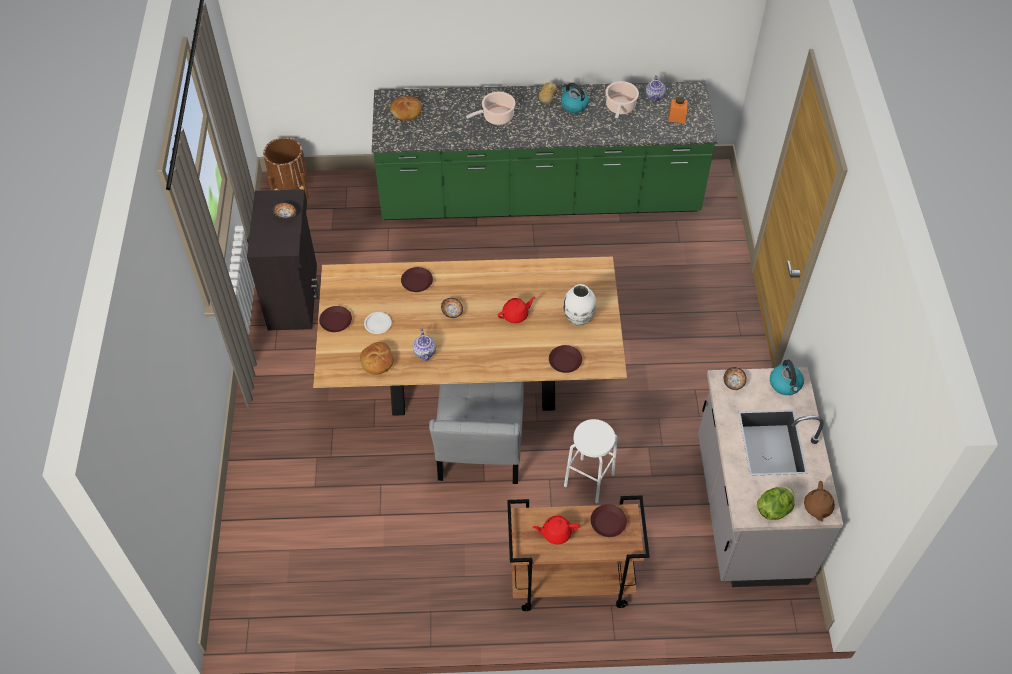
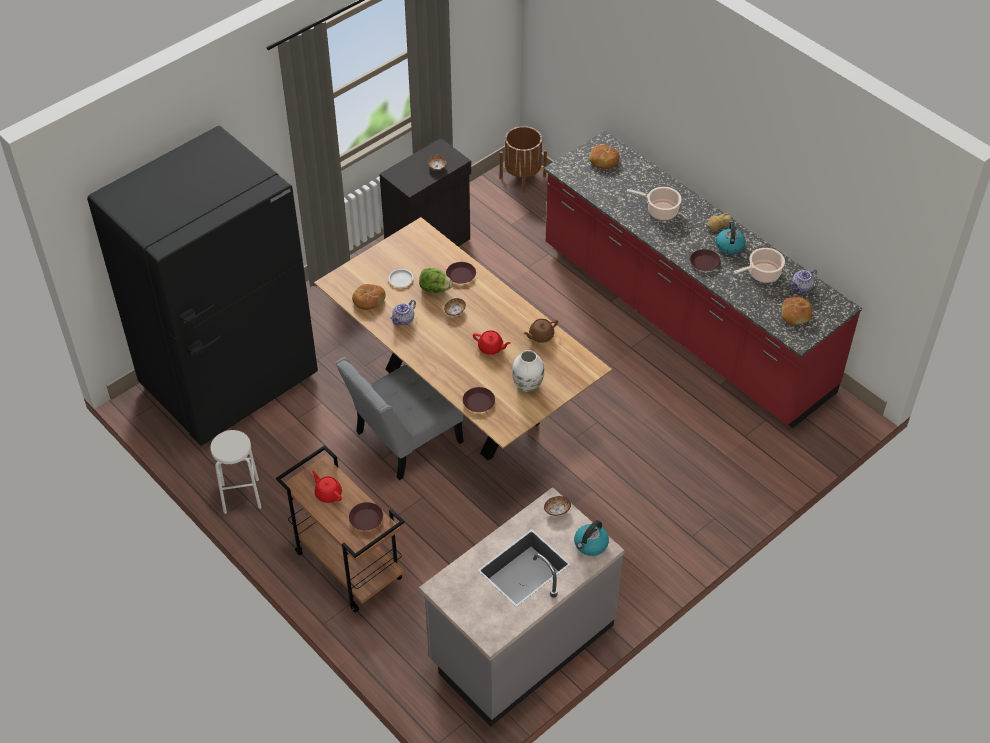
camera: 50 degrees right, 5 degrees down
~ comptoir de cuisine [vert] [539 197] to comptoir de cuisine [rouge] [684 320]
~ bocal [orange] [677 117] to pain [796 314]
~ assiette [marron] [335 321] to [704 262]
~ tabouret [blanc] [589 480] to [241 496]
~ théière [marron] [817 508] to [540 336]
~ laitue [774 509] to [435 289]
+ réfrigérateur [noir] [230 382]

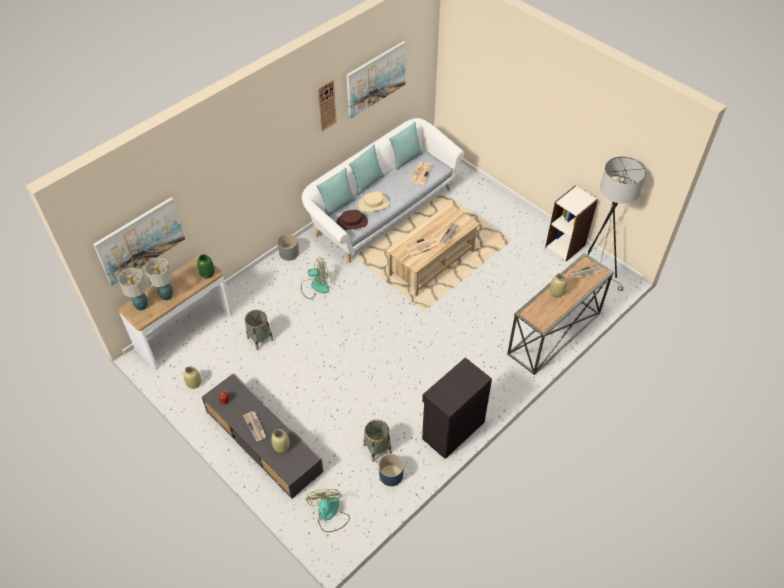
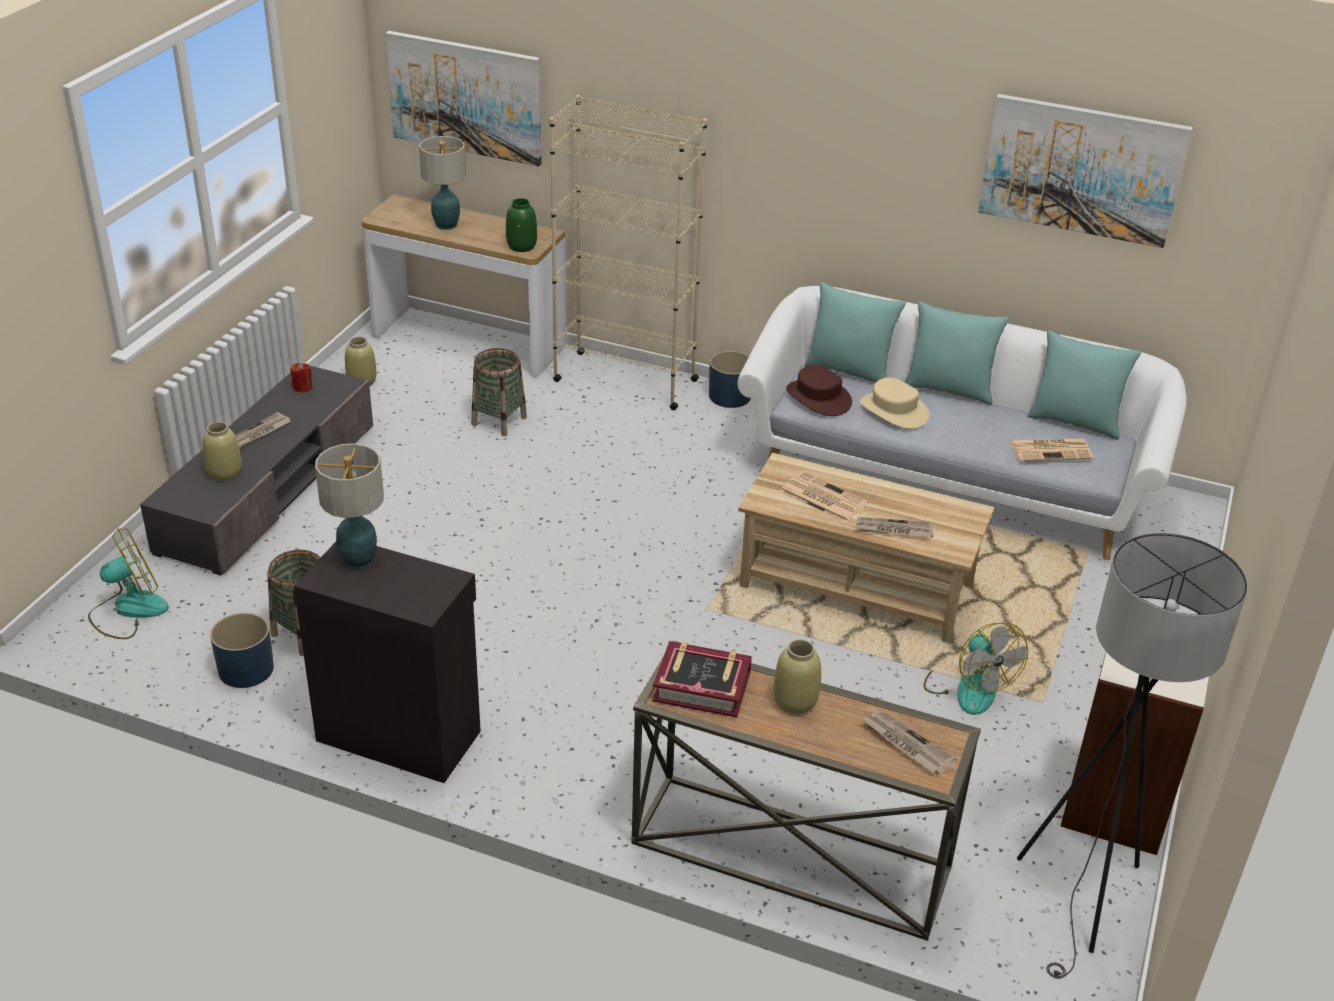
camera: 65 degrees right, 15 degrees down
- horloge murale [326 105]
~ cache-pot [gris] [289 253] to cache-pot [bleu] [730 396]
~ ventilateur [315 286] to [968 686]
~ lampe de table [141 306] to [358 559]
+ bibliothèque [beige] [625 380]
+ livre [702 686]

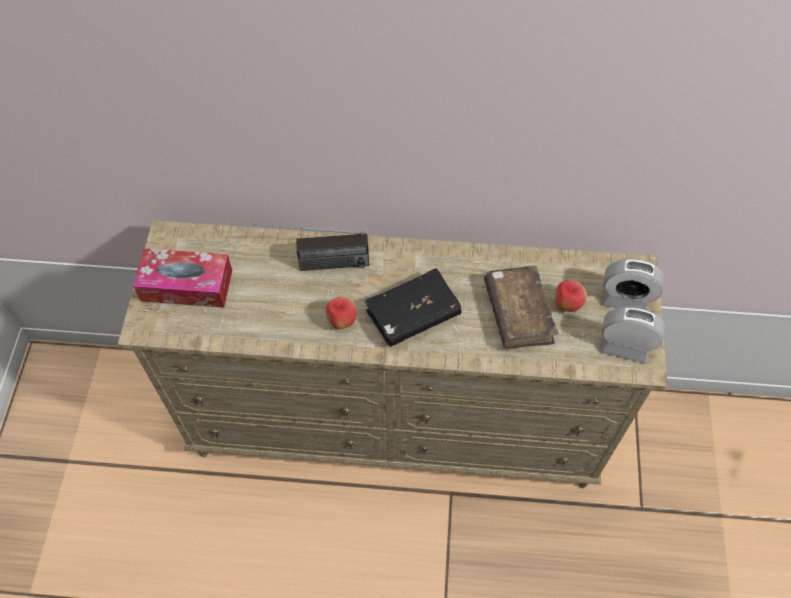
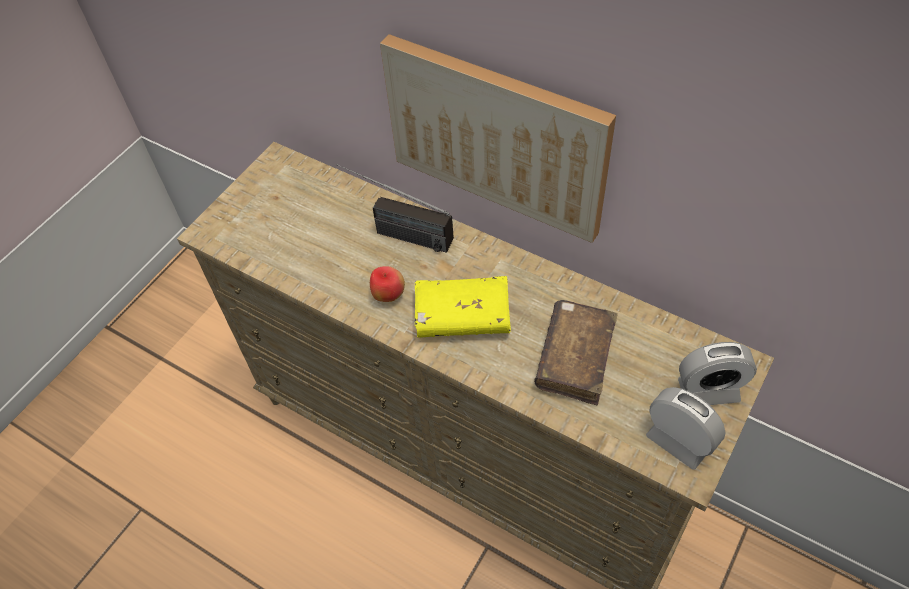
camera: 30 degrees right, 5 degrees down
- boîte à mouchoirs [186 285]
~ réveil [625 299] = [708 390] 45 degrees counterclockwise
~ livre [noir] [413 314] to livre [jaune] [462 316]
- pomme [567 305]
+ tableau [497 136]

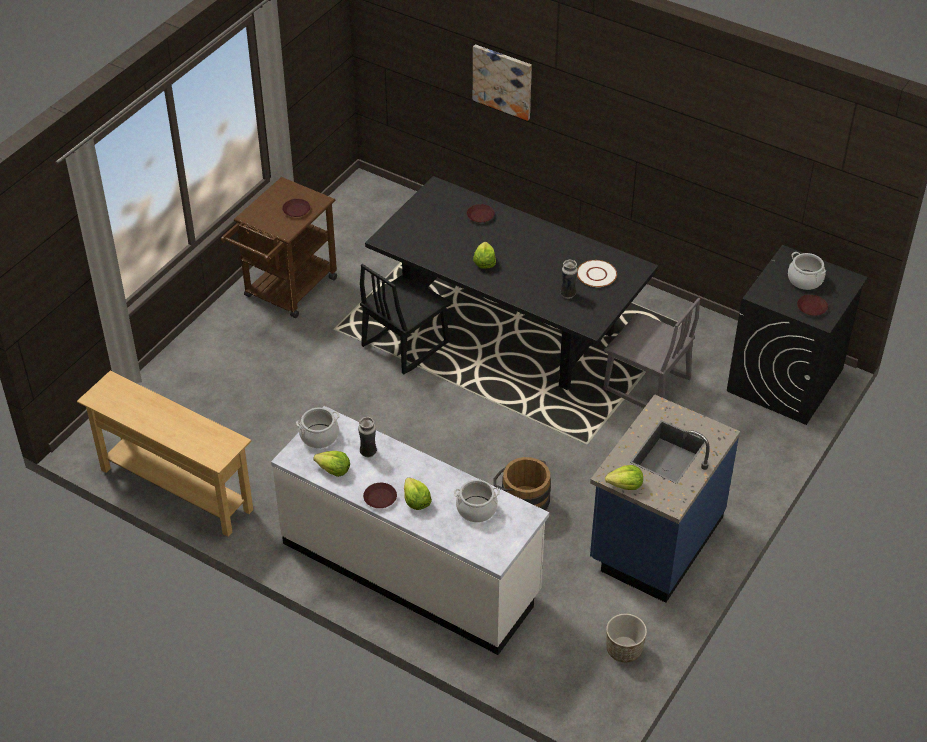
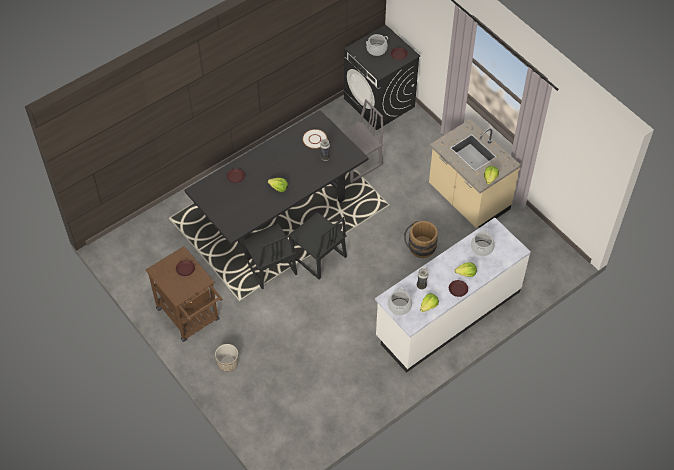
camera: 70 degrees left, 10 degrees up
- tableau [503 81]
- table console [beige] [175 490]
~ comptoir de cuisine [bleu] [655 540] to comptoir de cuisine [beige] [468 199]
~ cache-pot [624 649] to [228 363]
+ chaise [noir] [318 257]

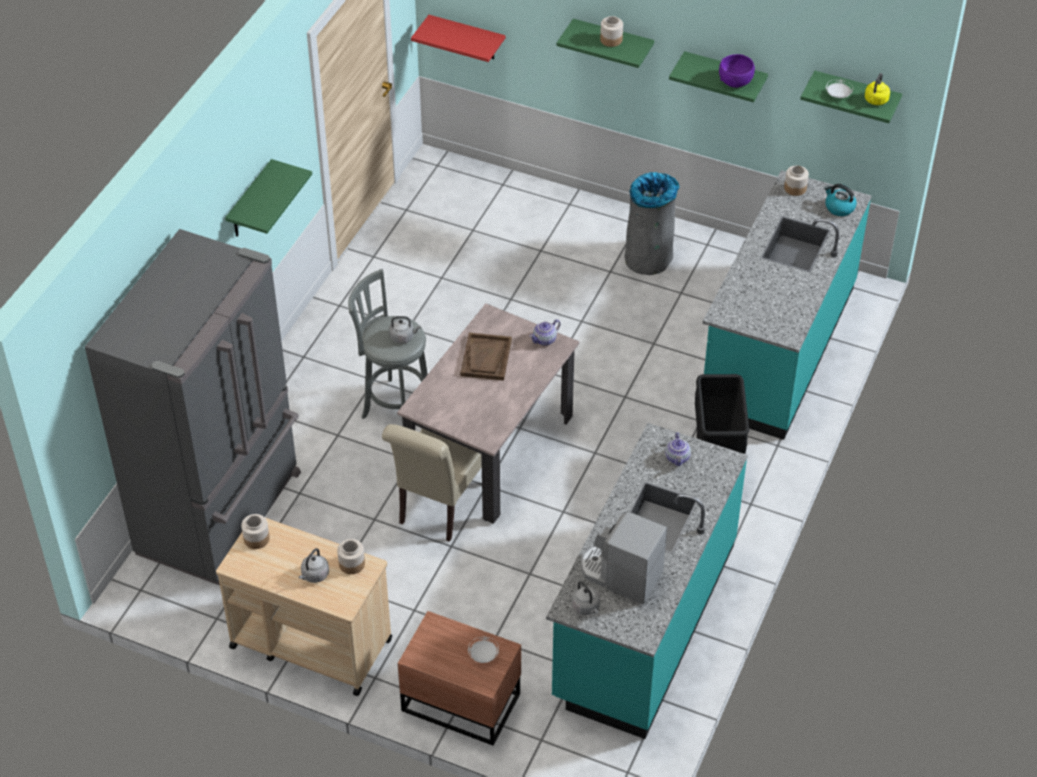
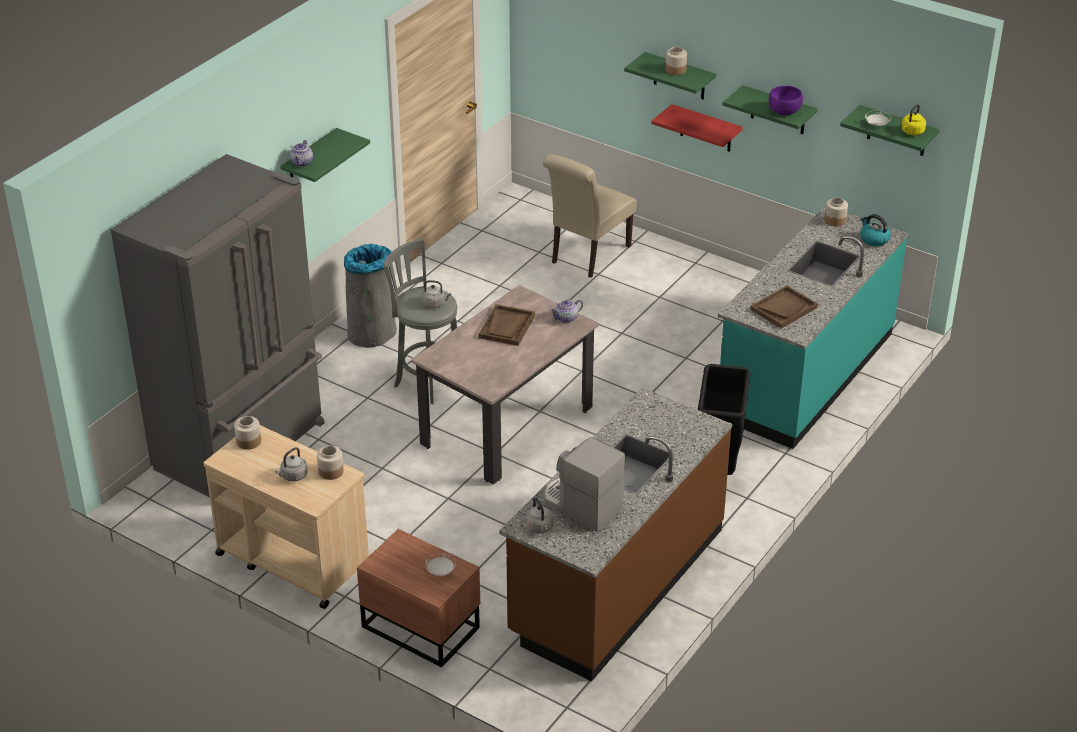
camera: 10 degrees right, 10 degrees down
~ étagère [rouge] [467 38] to [706 129]
~ poubelle [gris] [649 257] to [372 332]
~ comptoir de cuisine [turquoise] [643 621] to comptoir de cuisine [marron] [616 582]
~ chaise [beige] [440 507] to [587 256]
~ théière [677 458] to [302 163]
+ plateau [marron] [783 308]

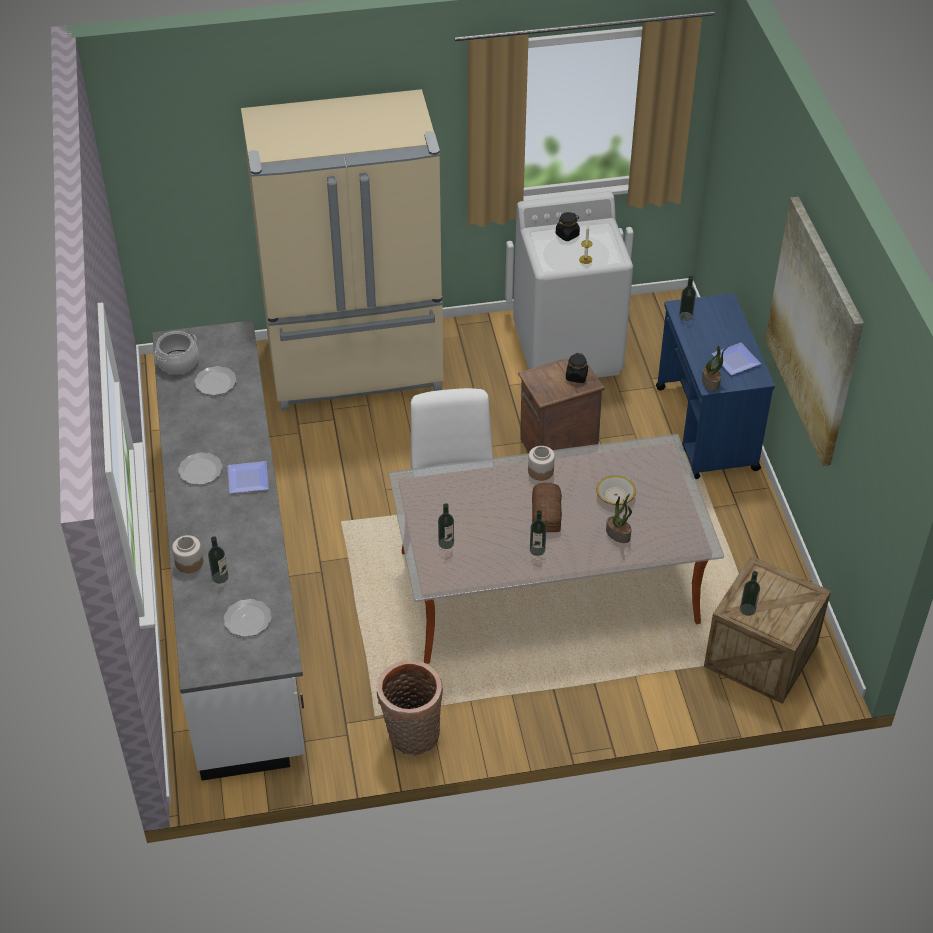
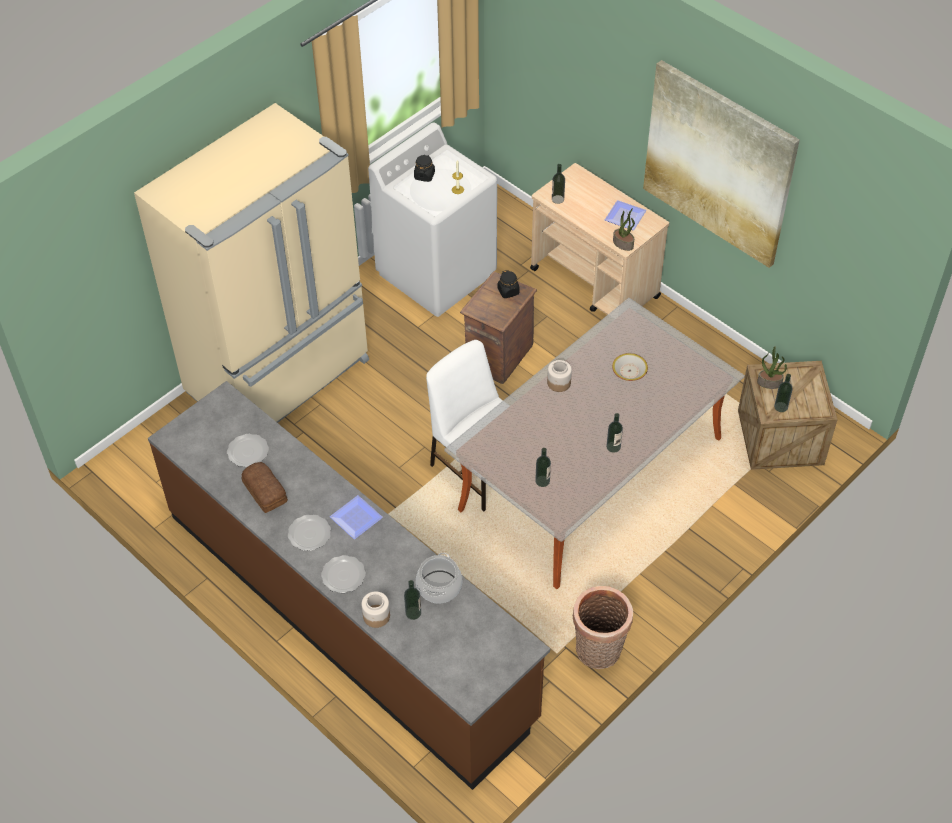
camera: 35 degrees left, 5 degrees up
~ chariot [bleu] [706 429] to chariot [beige] [595 284]
~ comptoir de cuisine [blanc] [235 582] to comptoir de cuisine [marron] [349 614]
~ marmite [178 362] to [439 587]
~ pain [547 513] to [265 491]
~ plante en pot [618 534] to [769 382]
~ assiette [247 619] to [342 575]

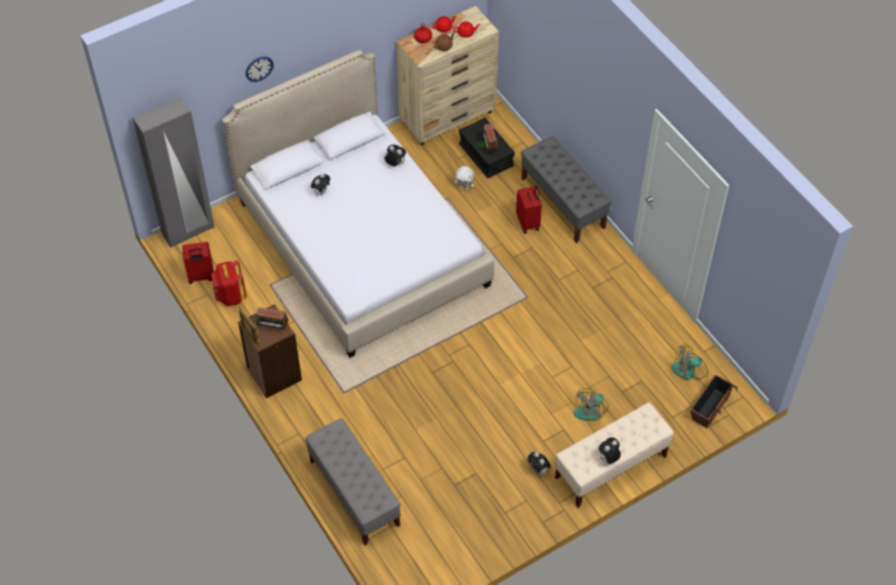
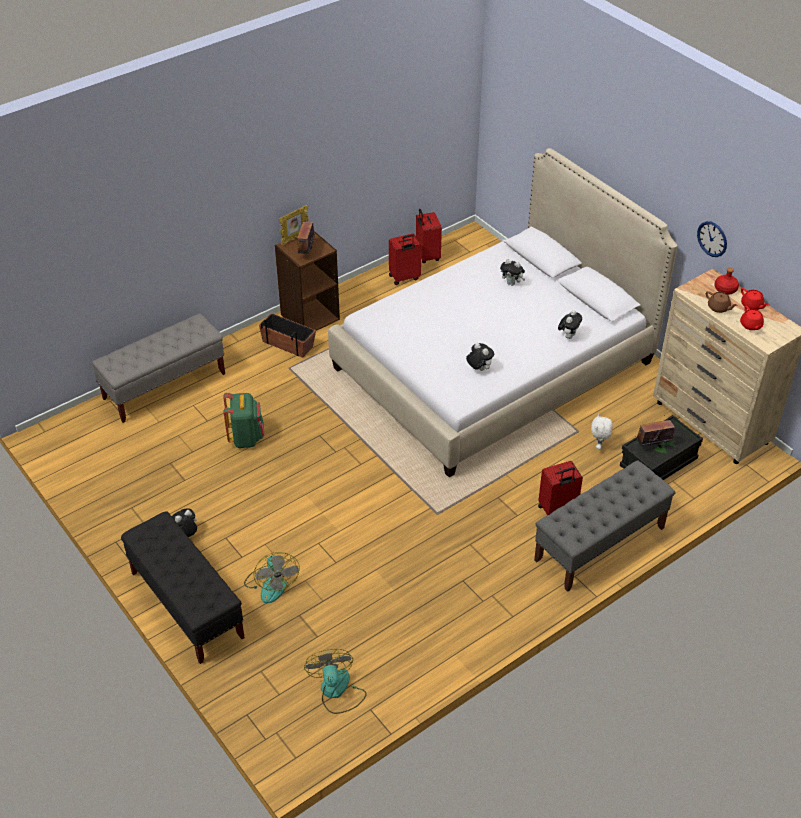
camera: 85 degrees right, 10 degrees down
~ horloge murale [259 69] to [712 239]
- armoire [gris] [188 231]
~ sac à dos [rouge] [230 296] to valise [rouge] [404 278]
~ cache-pot [710 407] to [288 344]
~ ventilateur [591 409] = [271 583] 150 degrees counterclockwise
~ banc [beige] [610 467] to banc [noir] [186 605]
~ peluche [608 458] to [479 369]
+ sac à dos [vert] [246 438]

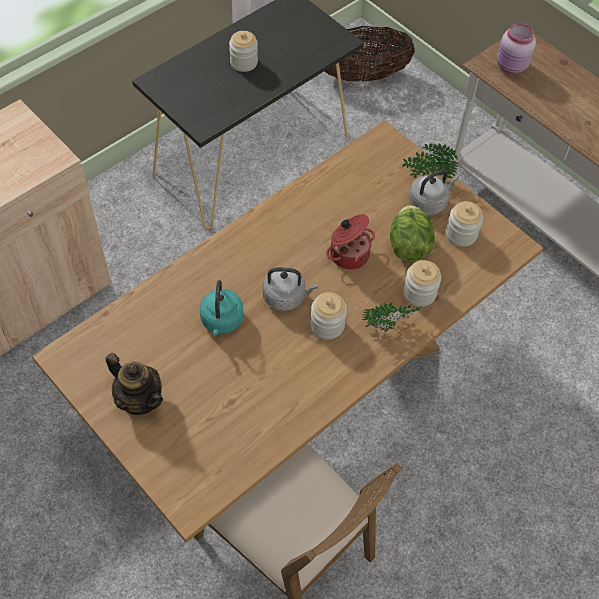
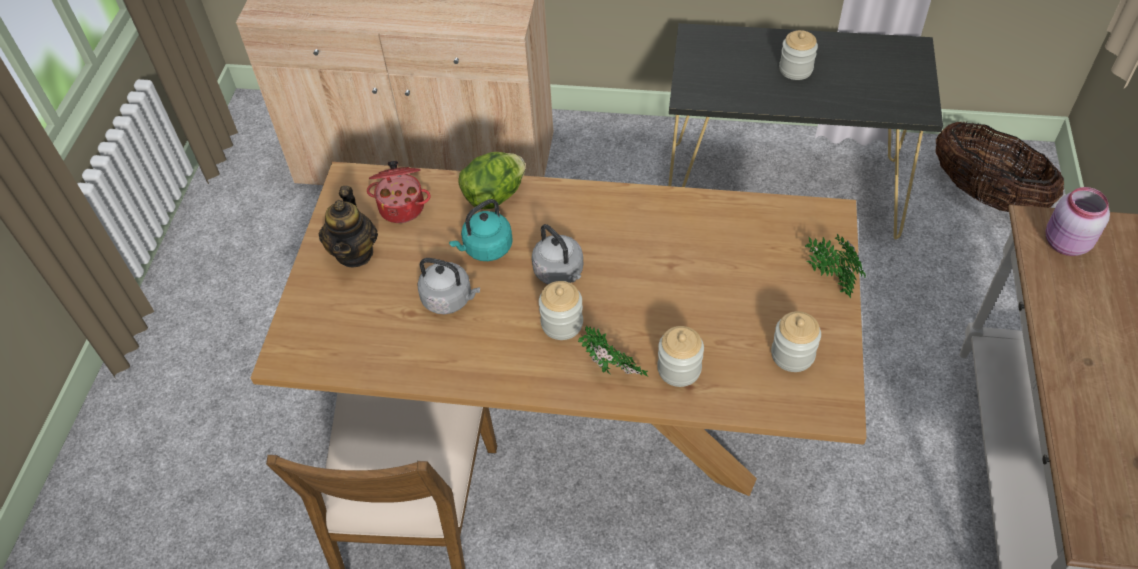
camera: 55 degrees right, 5 degrees down
~ bouilloire [gris] [429 202] to [450 299]
~ laitue [408 246] to [494 196]
~ marmite [348 254] to [402 206]

